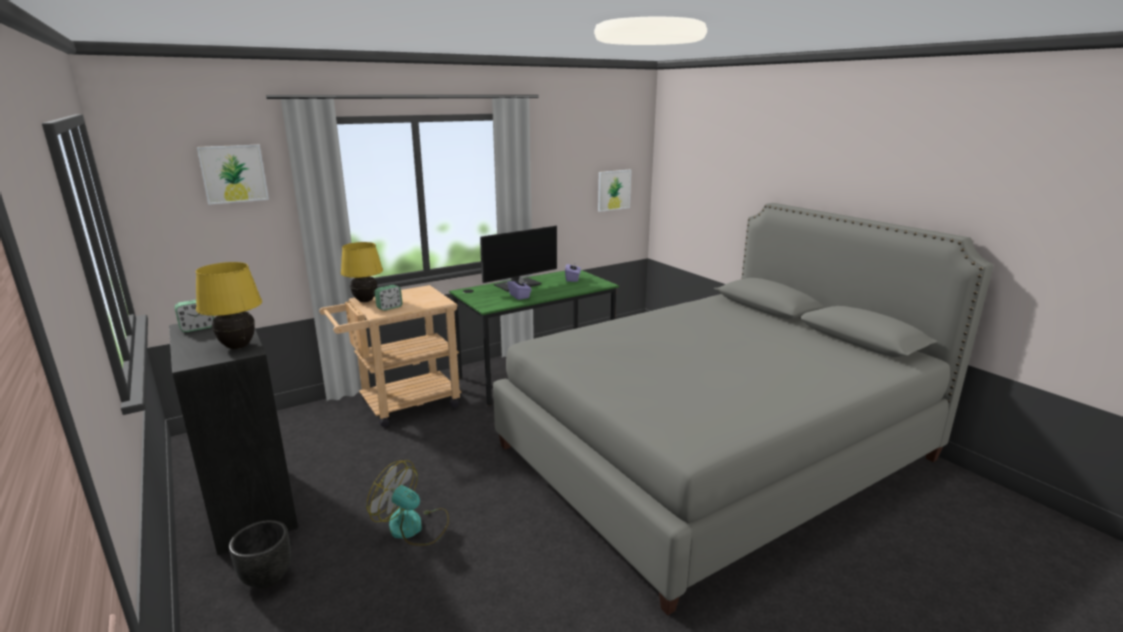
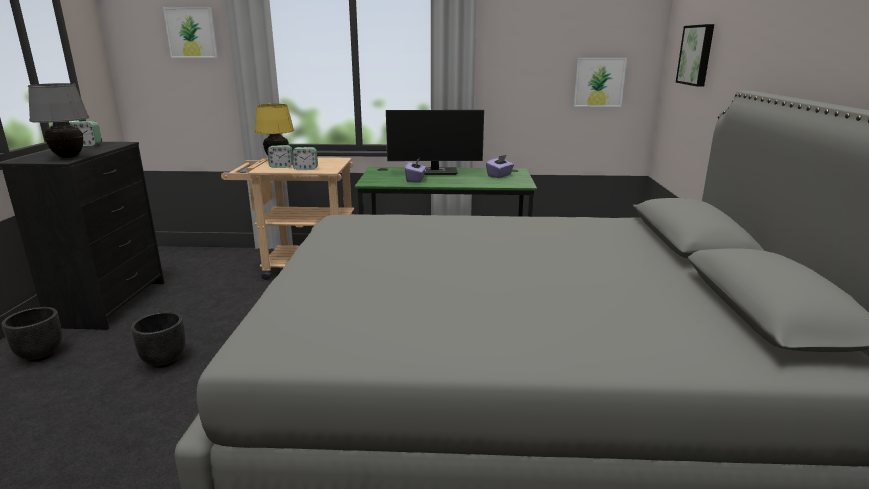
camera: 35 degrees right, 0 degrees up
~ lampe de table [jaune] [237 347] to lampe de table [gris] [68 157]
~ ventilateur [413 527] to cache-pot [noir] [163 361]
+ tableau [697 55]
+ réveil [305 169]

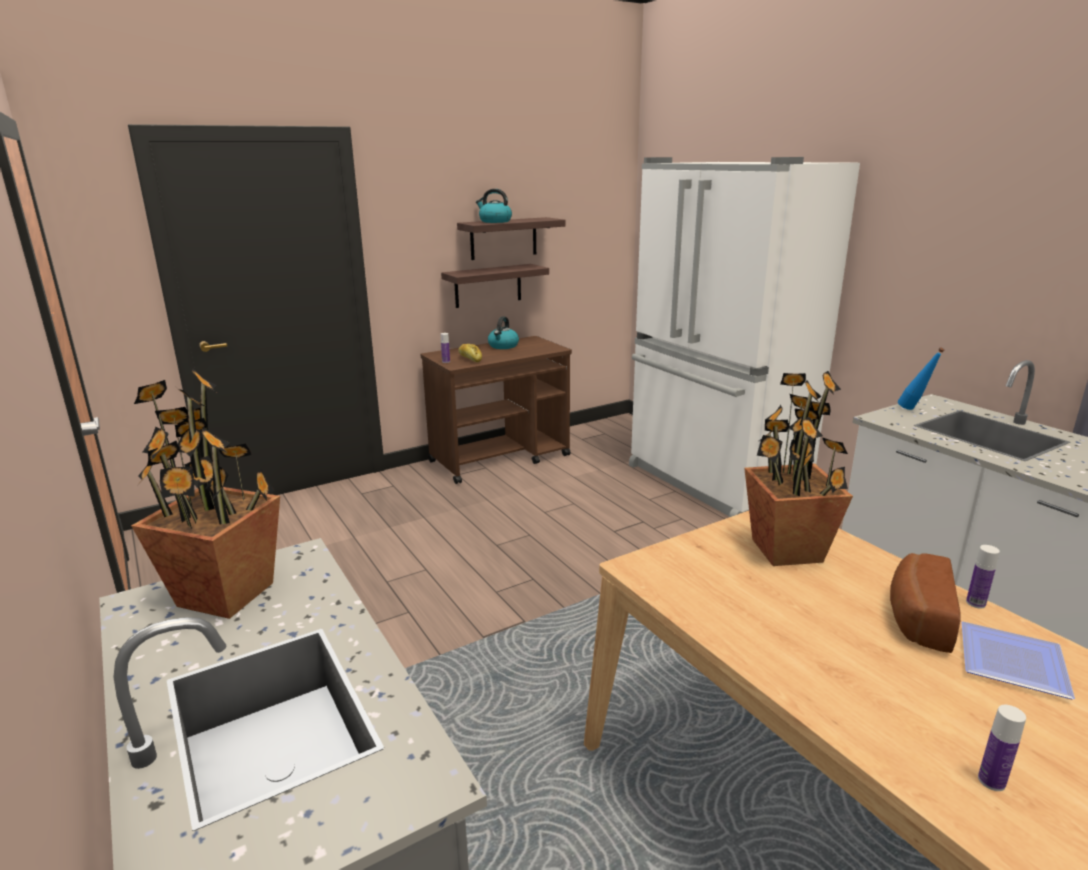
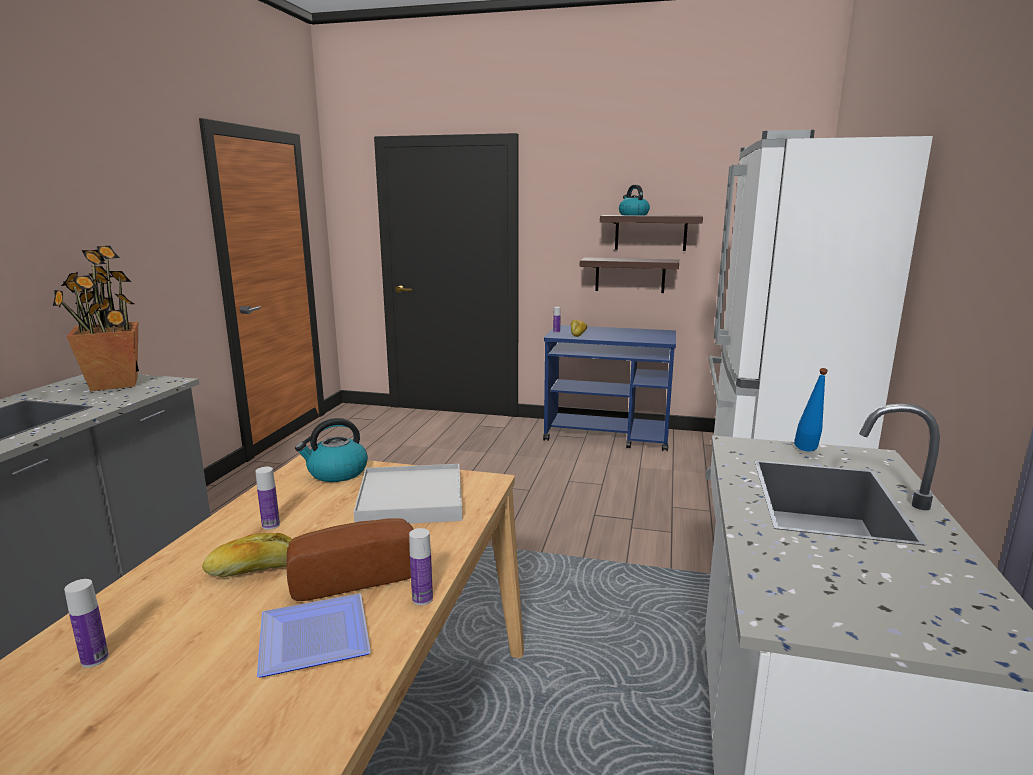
camera: 45 degrees right, 5 degrees down
~ bouilloire [503 346] to [336 473]
~ chariot [marron] [501 458] to chariot [bleu] [608 436]
~ plante en pot [785 551] to plateau [blanc] [411 499]
+ bouteille [271 525]
+ pain [256 569]

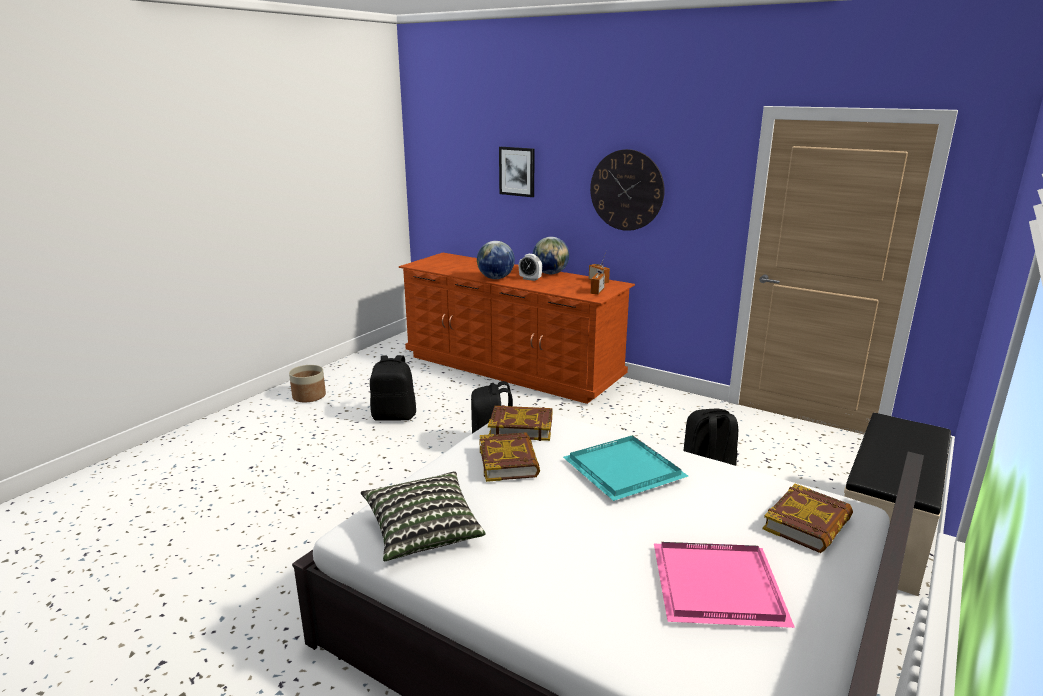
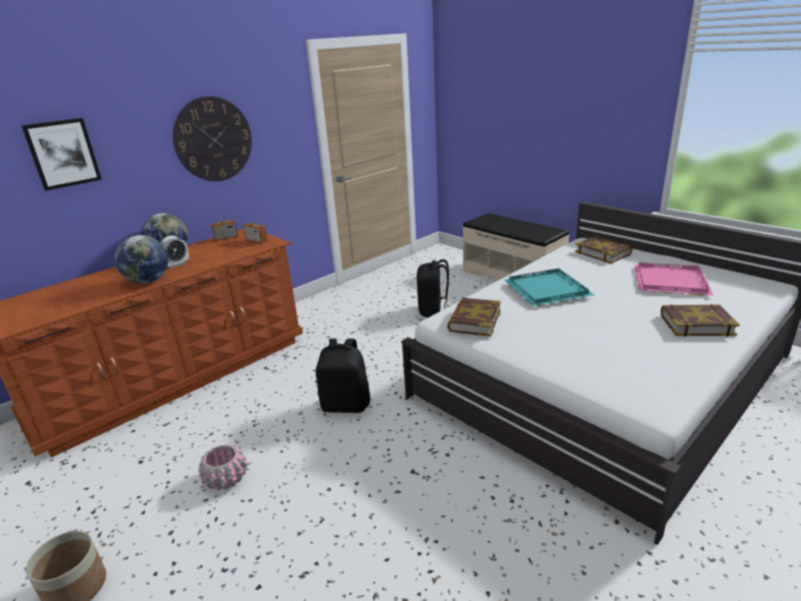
camera: 75 degrees left, 5 degrees up
~ sac à dos [noir] [394 416] to cache-pot [rose] [226 479]
~ livre [509 461] to [696 324]
- coussin [423 531]

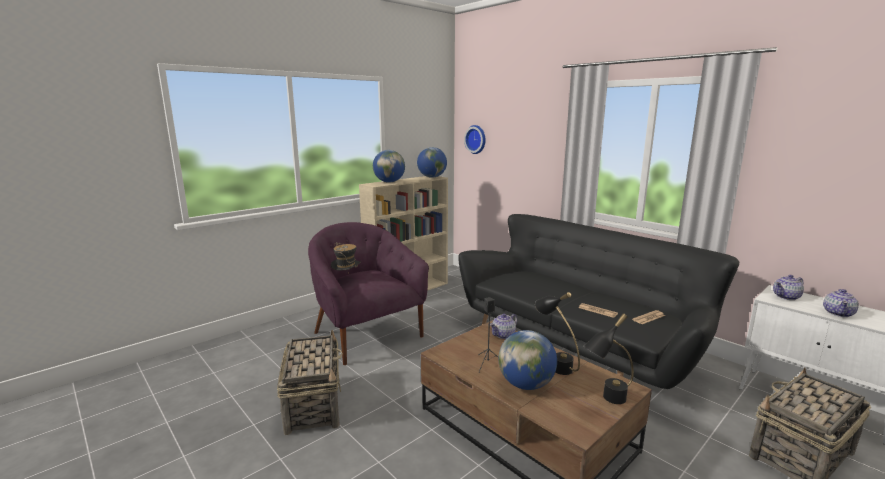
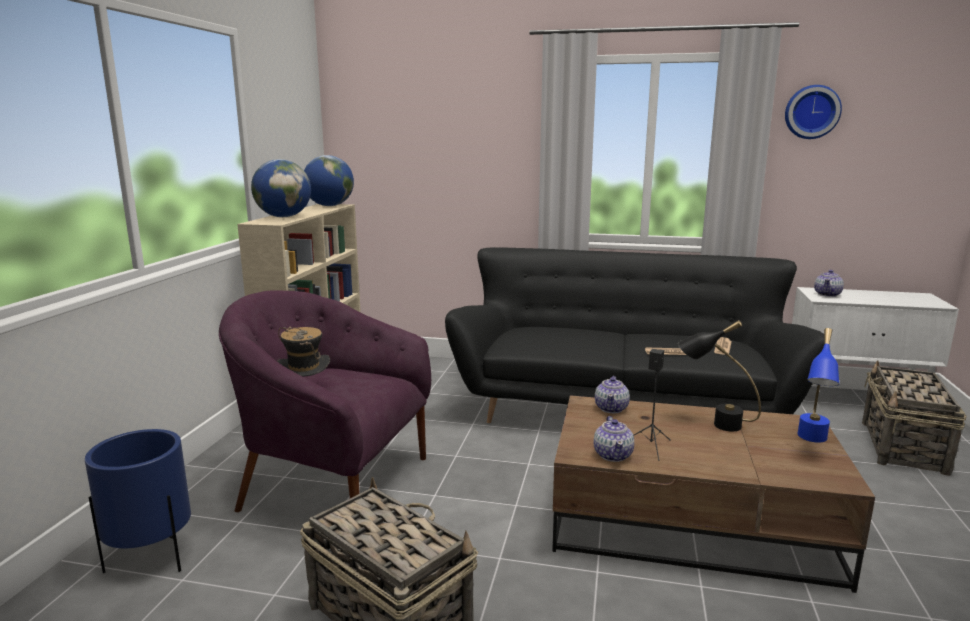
camera: 35 degrees left, 0 degrees up
~ horloge murale [476 139] to [811 112]
~ théière [838 313] to [613 455]
~ lampe de table [noir] [606 400] to lampe de table [bleu] [812 442]
- globe [526 384]
+ cache-pot [bleu] [152 557]

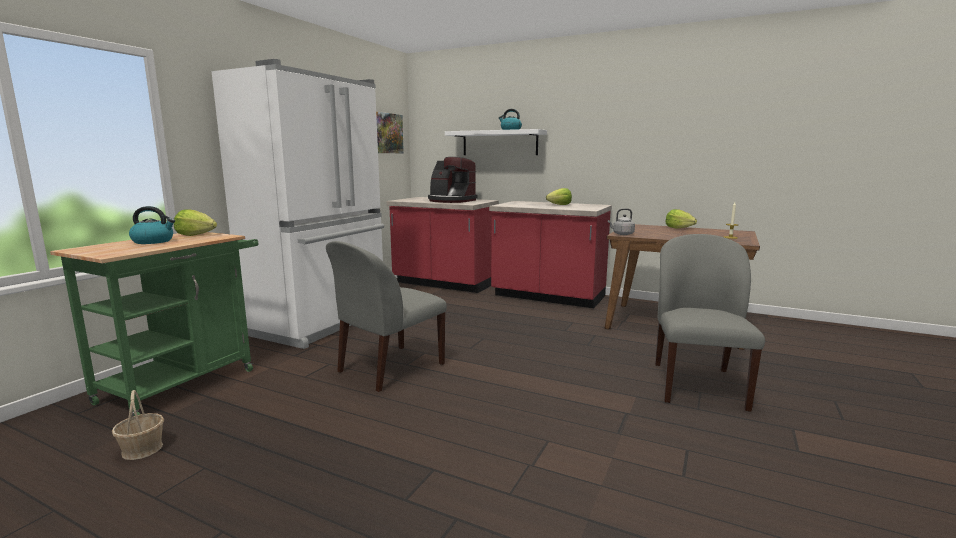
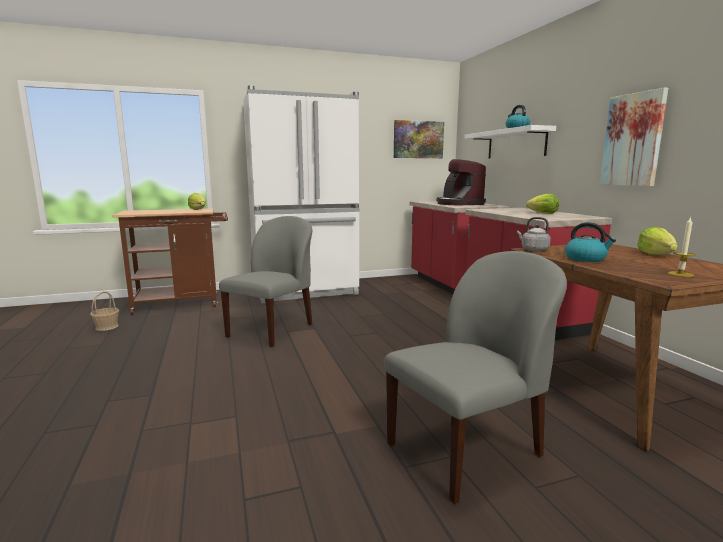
camera: 45 degrees right, 0 degrees up
~ bouilloire [154 241] to [586 259]
~ chariot [vert] [186 382] to chariot [marron] [183 303]
~ chaise [gris] [389 368] = [272 330] 120 degrees clockwise
+ tableau [633 140]

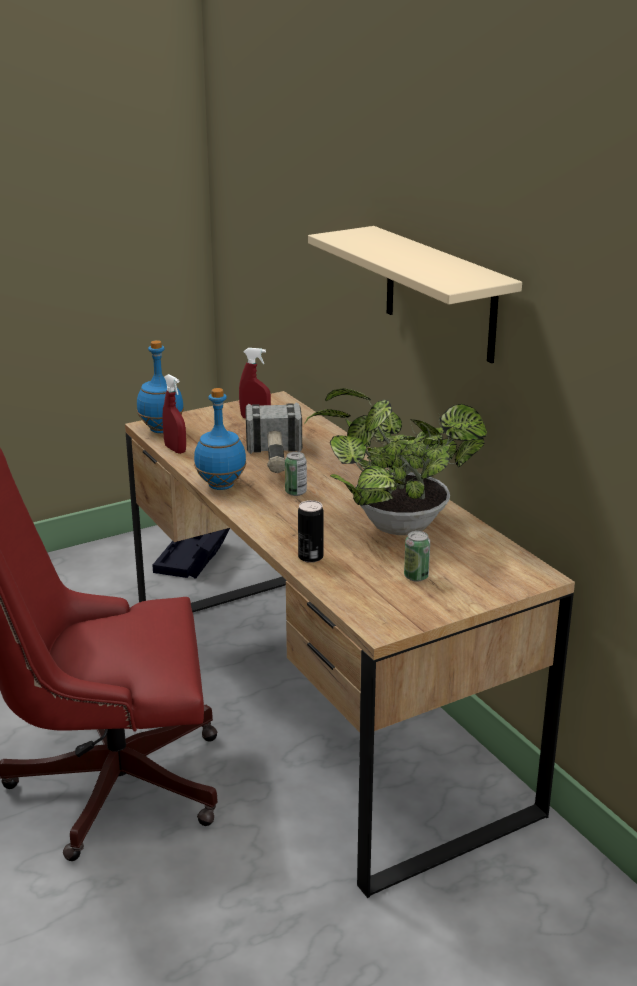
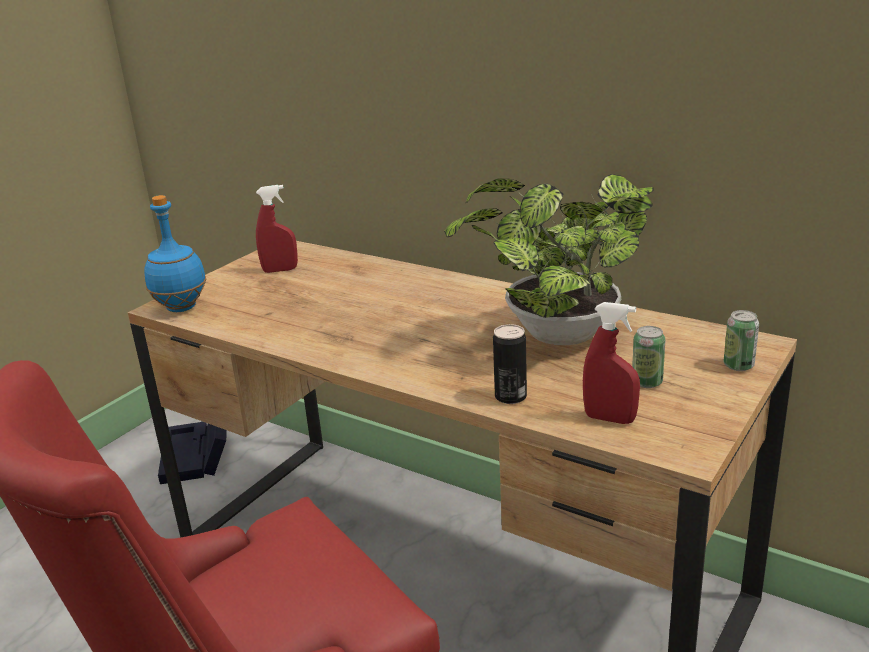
camera: 25 degrees left, 0 degrees up
- étagère [beige] [440 294]
~ vaporisateur [rouge] [175 449] to [609 419]
- bouteille [bleu] [221 486]
- marteau [275 458]
~ boîte métallique [295 492] to [738 365]

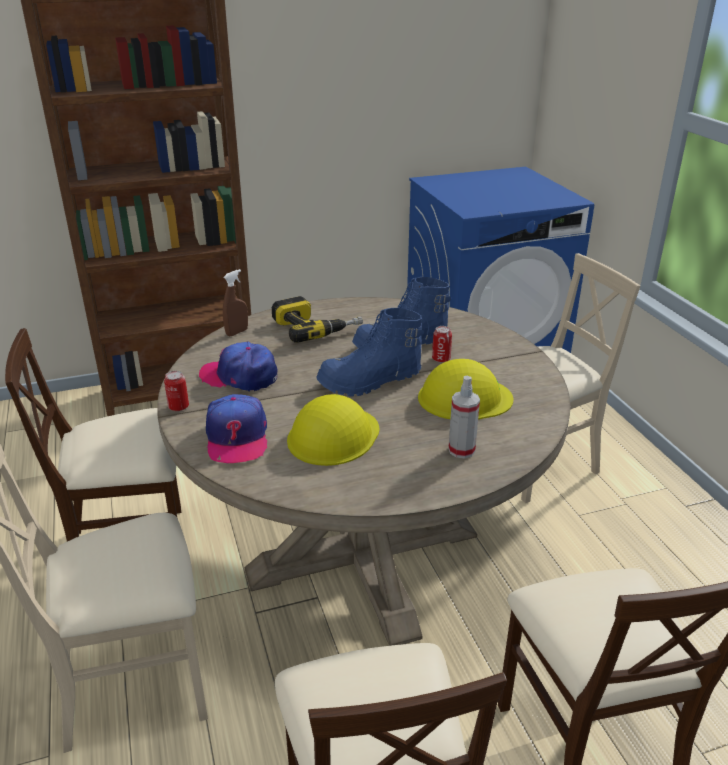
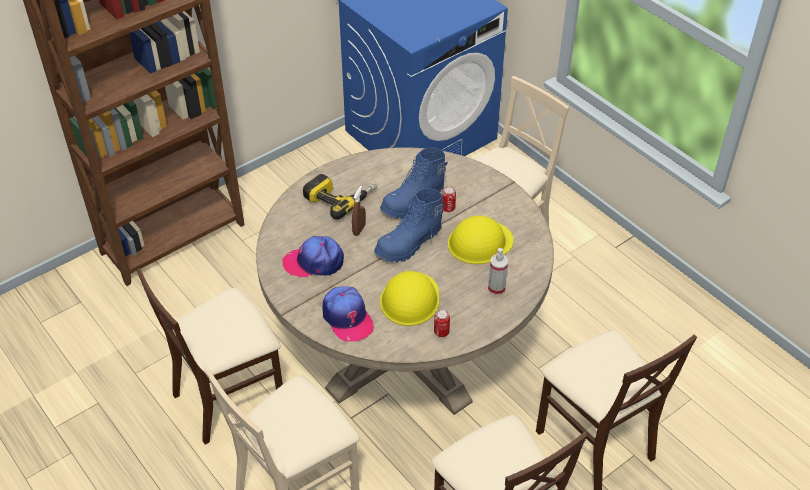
camera: 20 degrees left, 15 degrees up
~ vaporisateur [marron] [237 332] to [359 229]
~ boîte métallique [178 407] to [441 332]

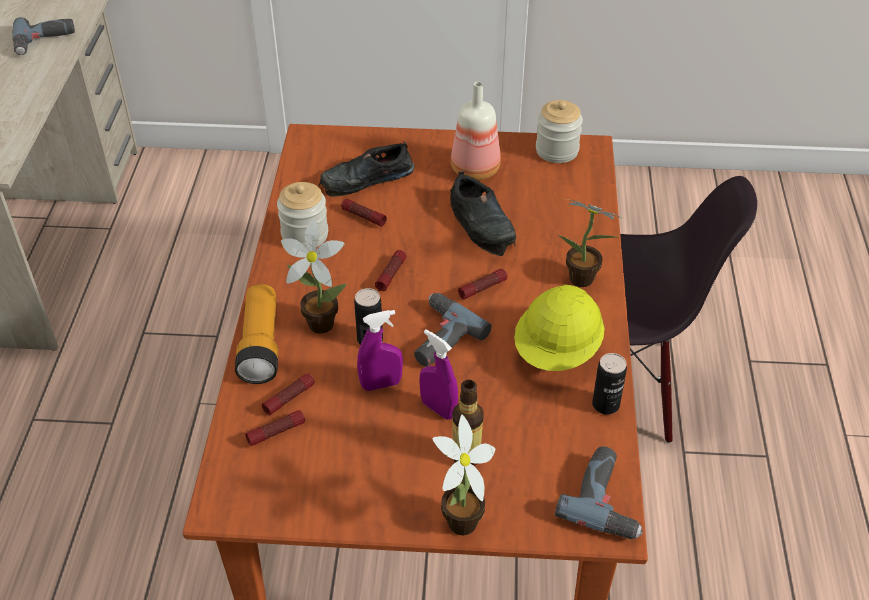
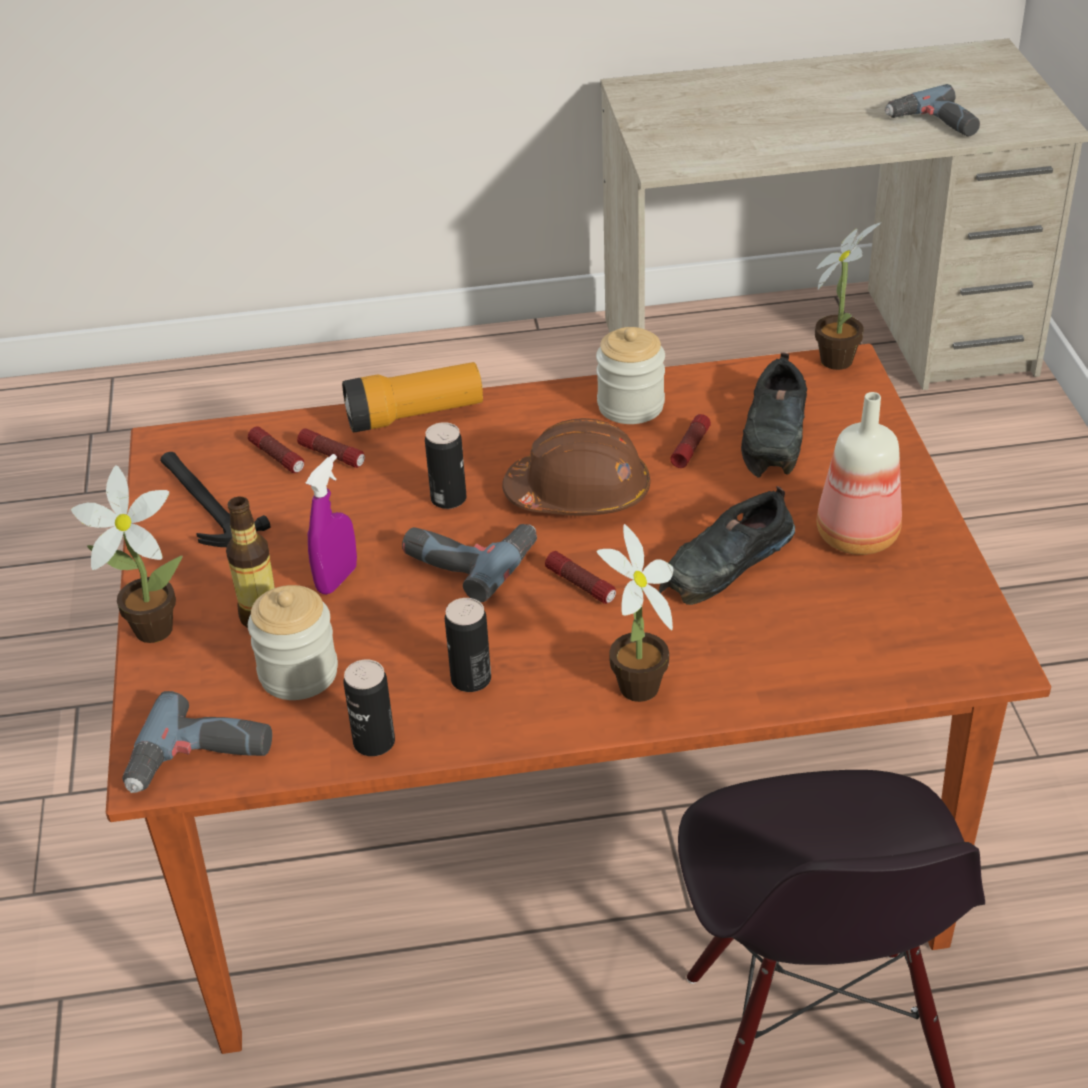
camera: 80 degrees right, 5 degrees down
~ bocal [557 150] to [298 673]
~ chaussure [noir] [365 179] = [776 433] 135 degrees counterclockwise
~ plante en pot [318 322] to [839 357]
~ lampe de poche [391 274] to casque de chantier [marron] [579 494]
~ casque de chantier [jaune] [557 351] to boîte métallique [471 679]
- vaporisateur [violet] [381 384]
+ marteau [203 502]

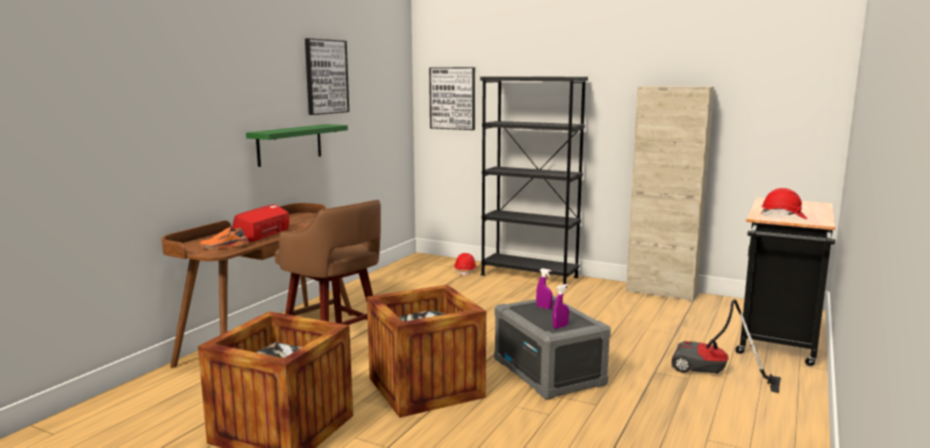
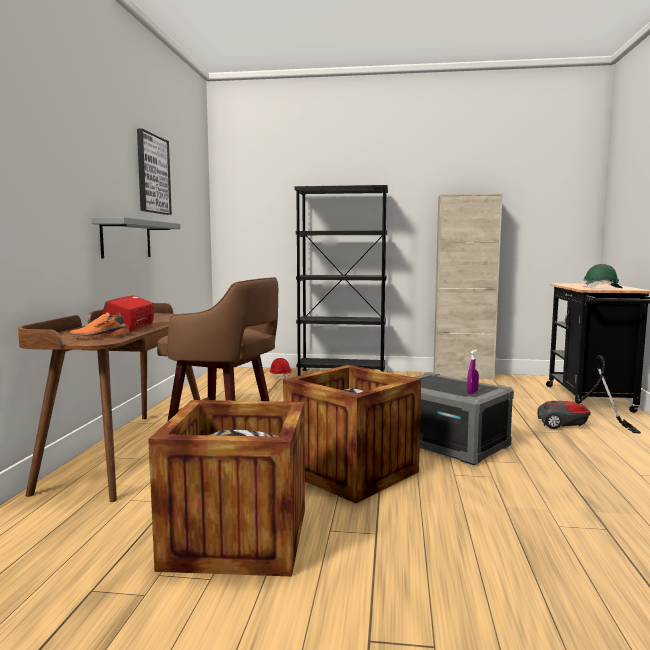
camera: 20 degrees left, 5 degrees down
- tableau [453 98]
~ étagère [vert] [290 144] to étagère [gris] [126 239]
~ casque de chantier [rouge] [783 216] to casque de chantier [vert] [602 288]
- vaporisateur [violet] [543 307]

